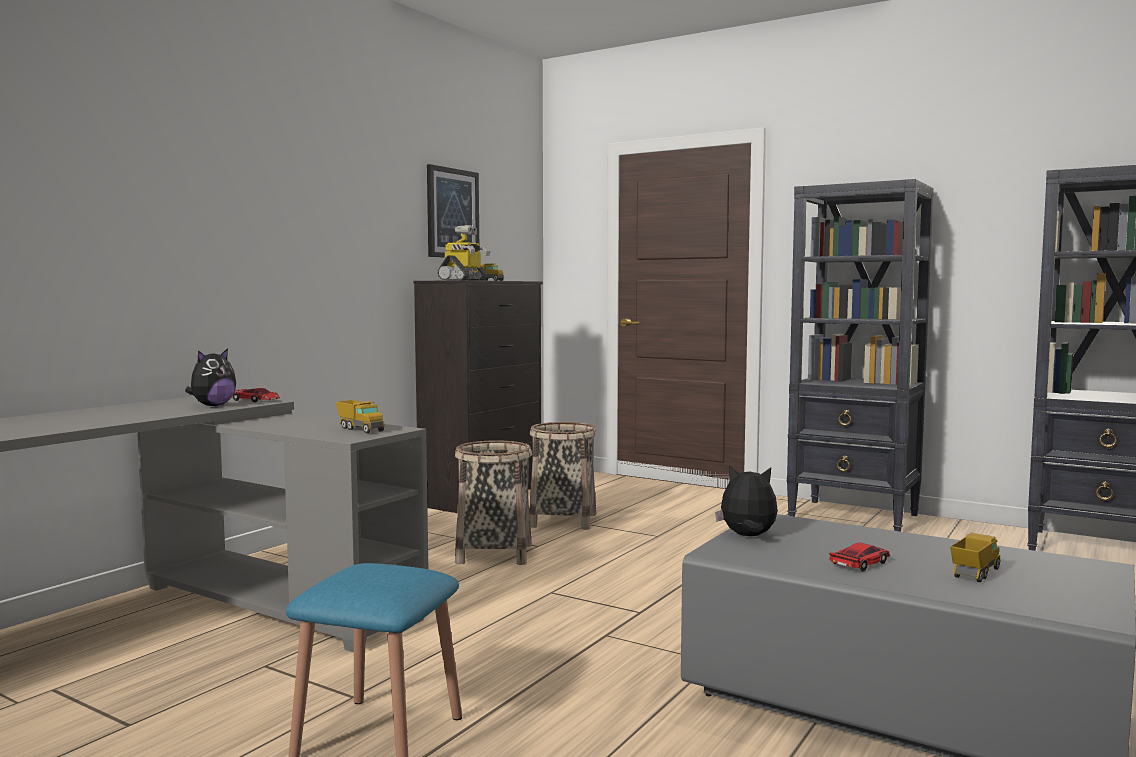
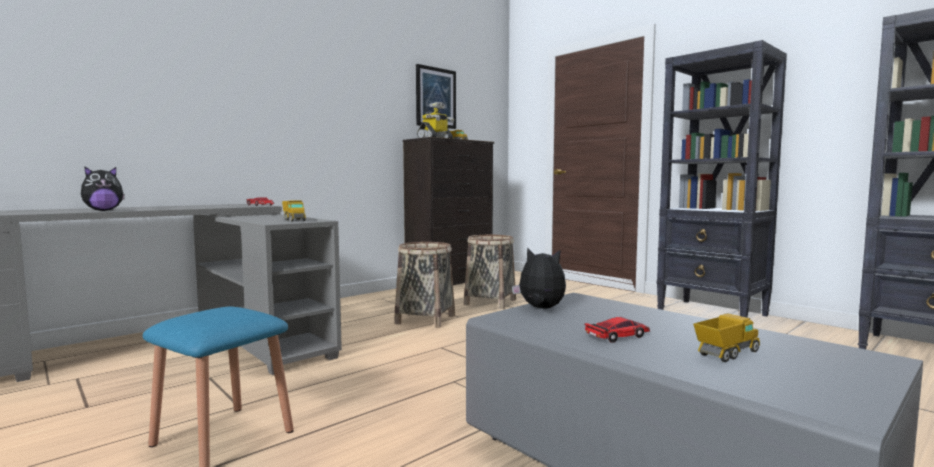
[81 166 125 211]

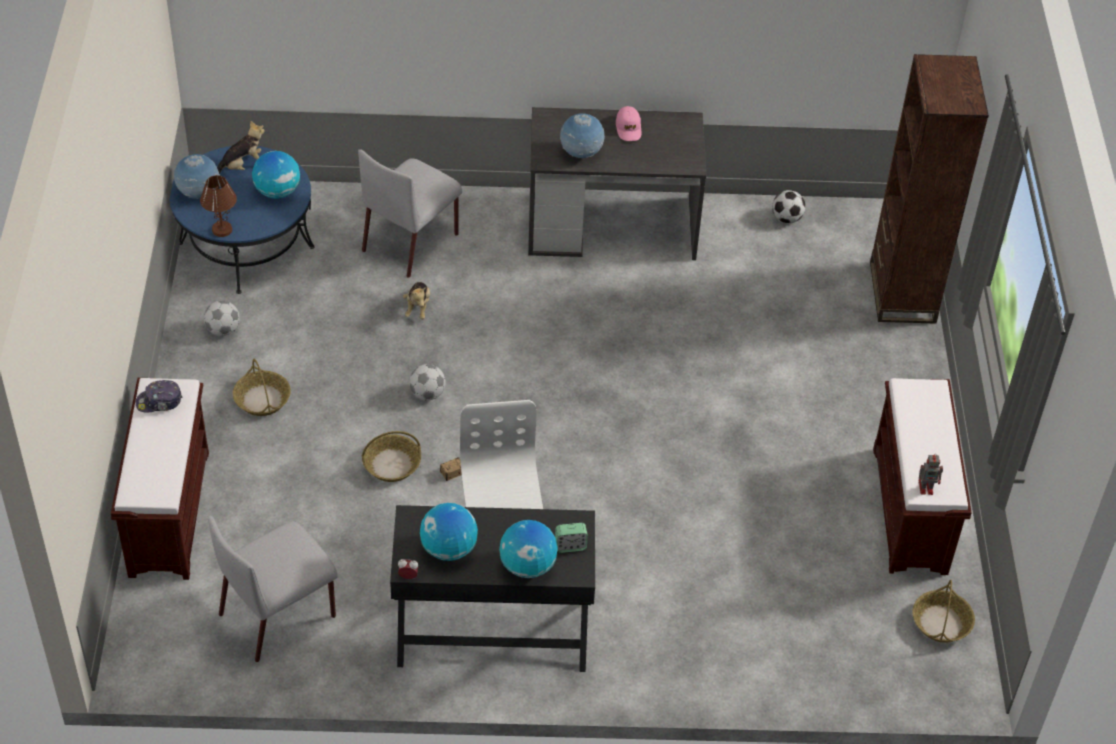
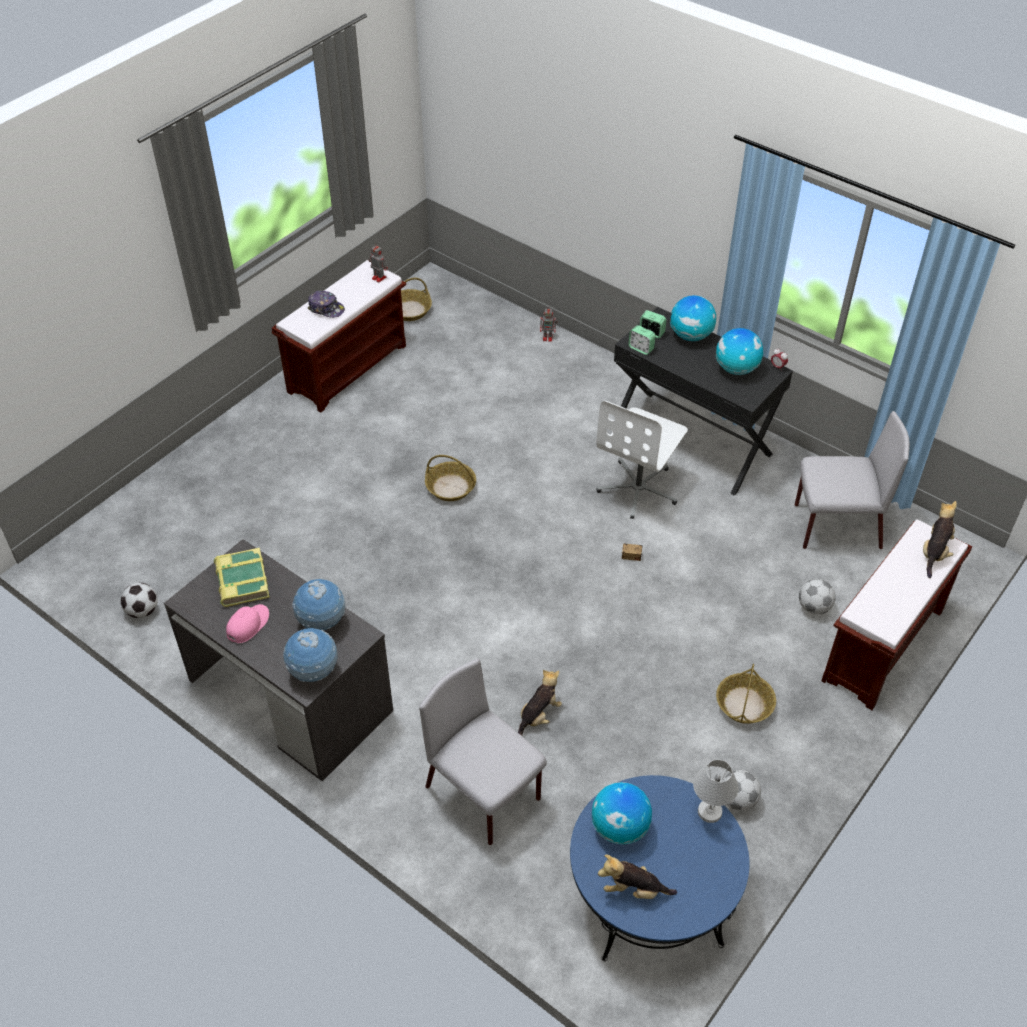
[308 291 345 318]
[283 628 338 682]
[693 760 739 823]
[419 659 547 845]
[425 455 476 501]
[799 579 836 615]
[870 54 989 324] (first image)
[213 548 270 607]
[540 307 558 342]
[628 325 656 355]
[923 501 957 578]

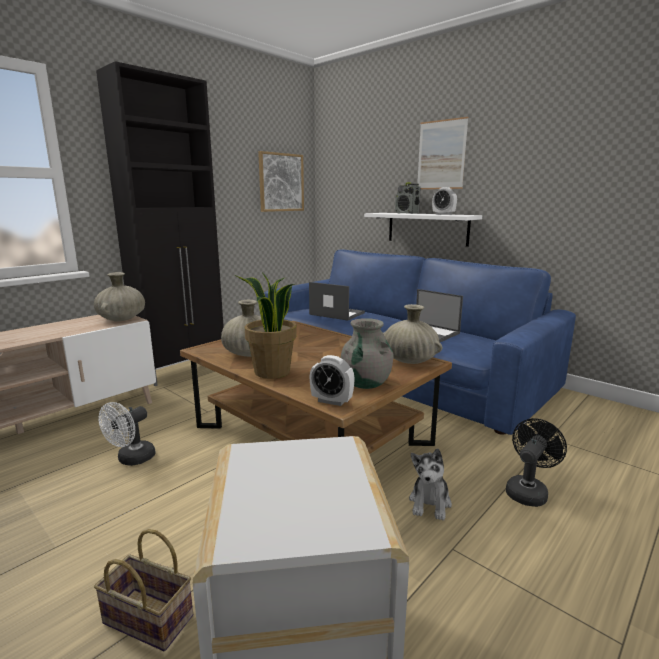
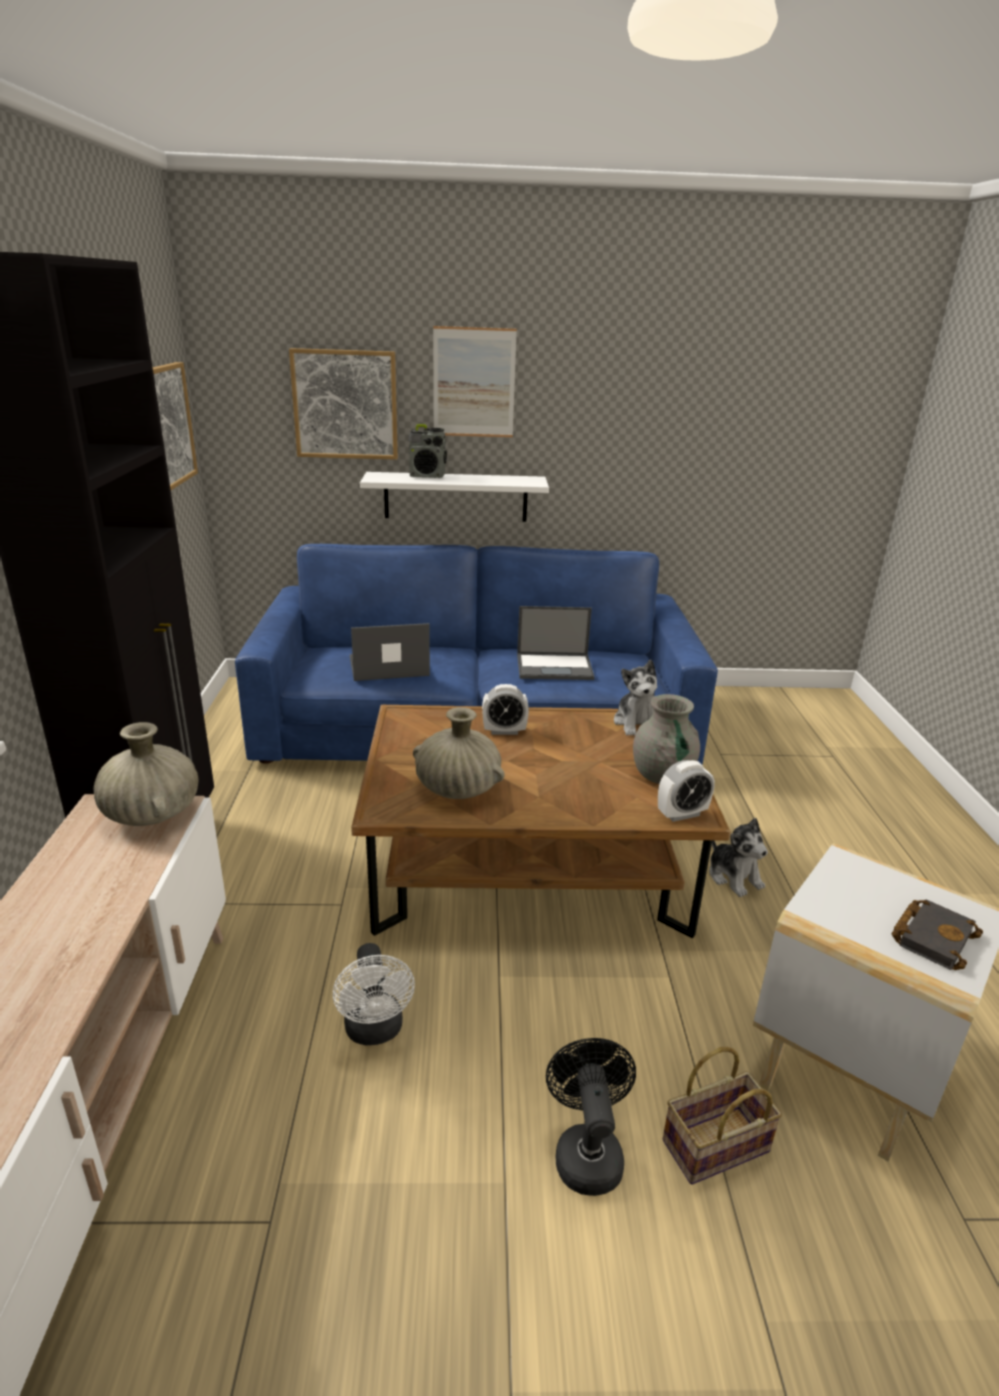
[235 272 297 379] (first image)
[614 660 657 736]
[482 684 529 735]
[546 1038 636 1196]
[289 348 398 460]
[892 900 983 970]

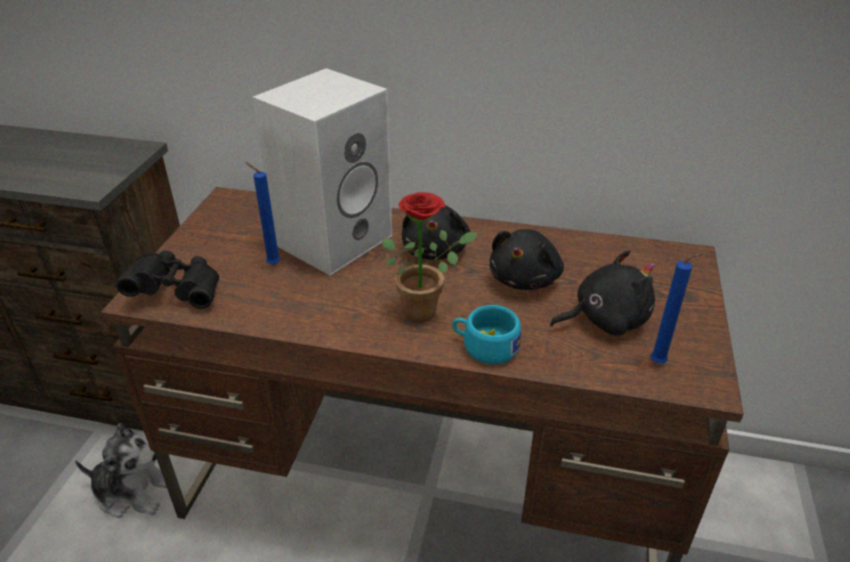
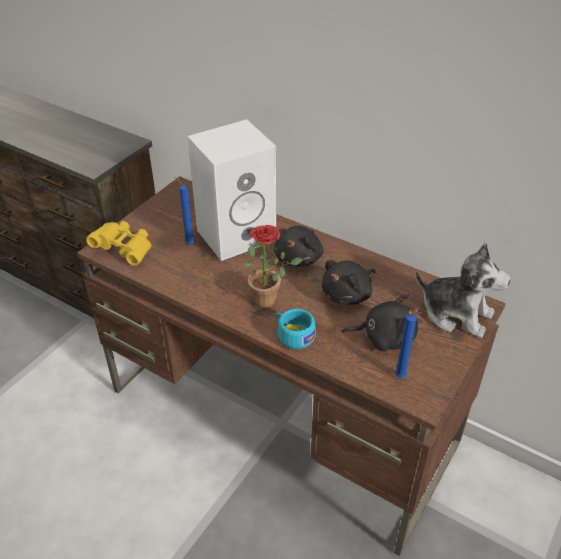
[416 243 510 338]
[86 221 151 266]

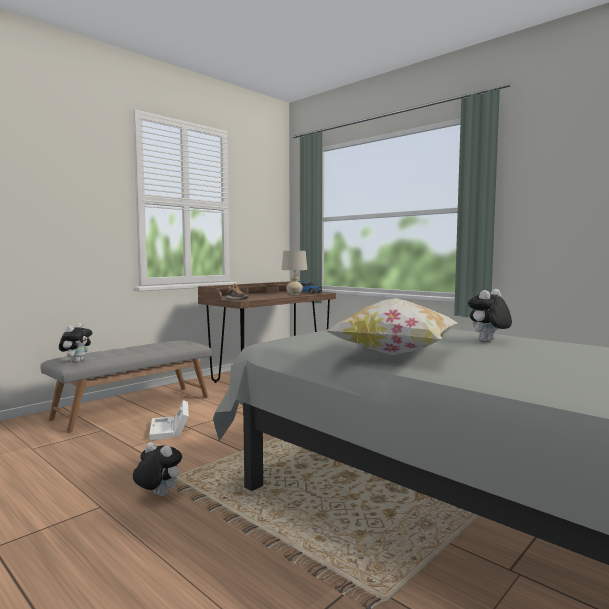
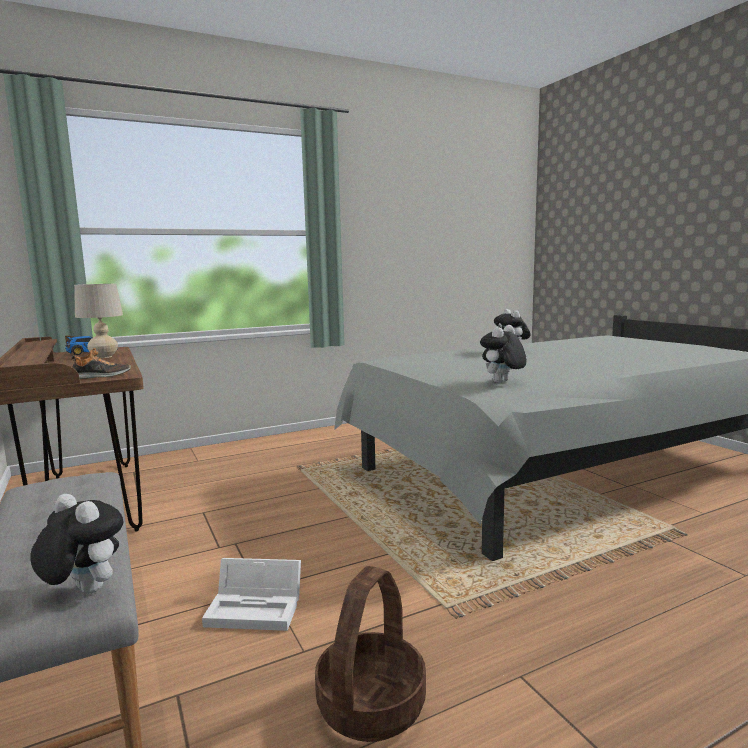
[480 325 527 383]
[325 298 457 355] (first image)
[315 566 426 742]

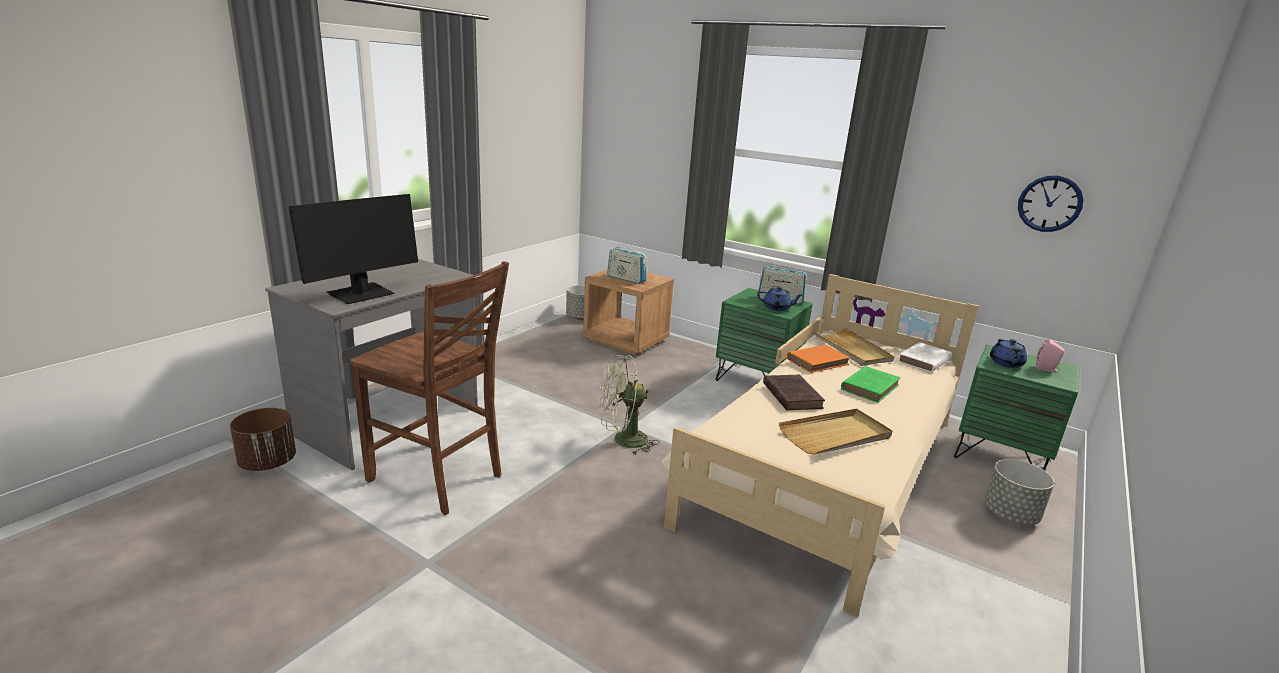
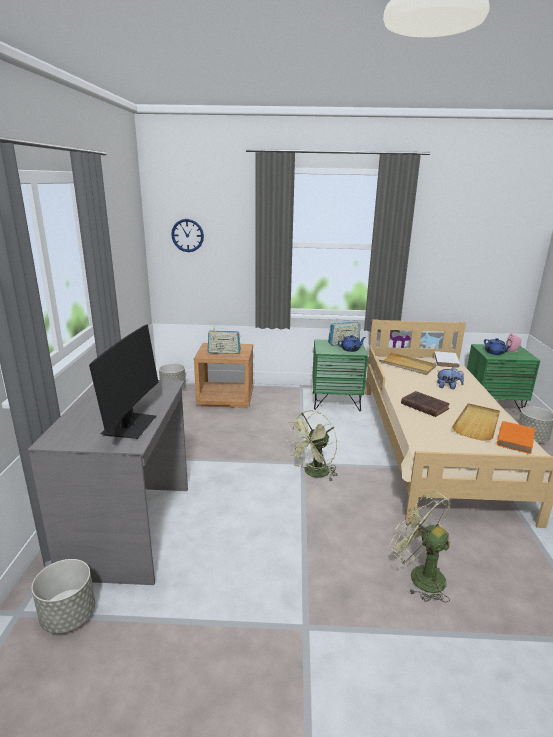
[32 559 95 634]
[350 261 509 515] (first image)
[497 421 535 454]
[437 367 464 389]
[171 219 204 252]
[390 491 451 603]

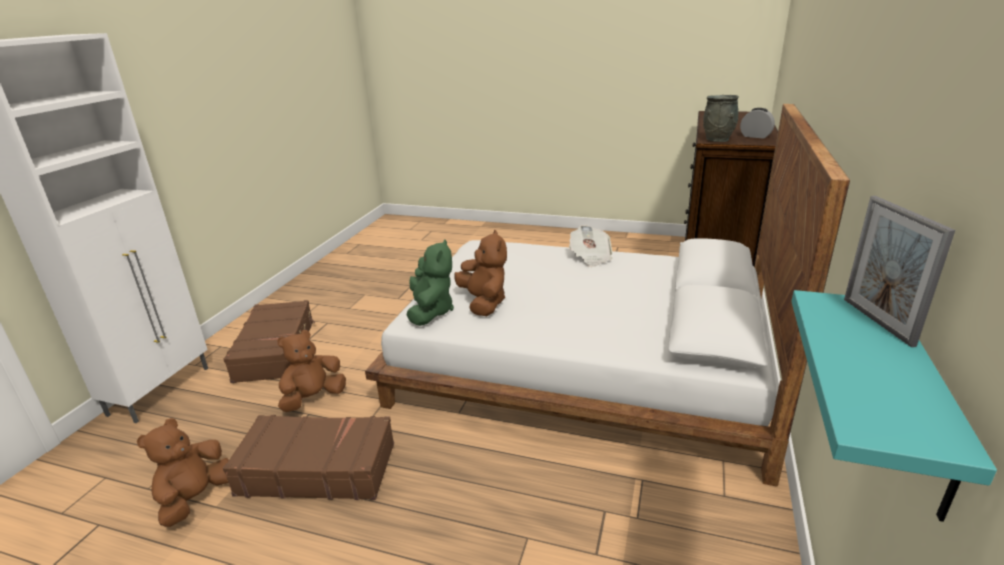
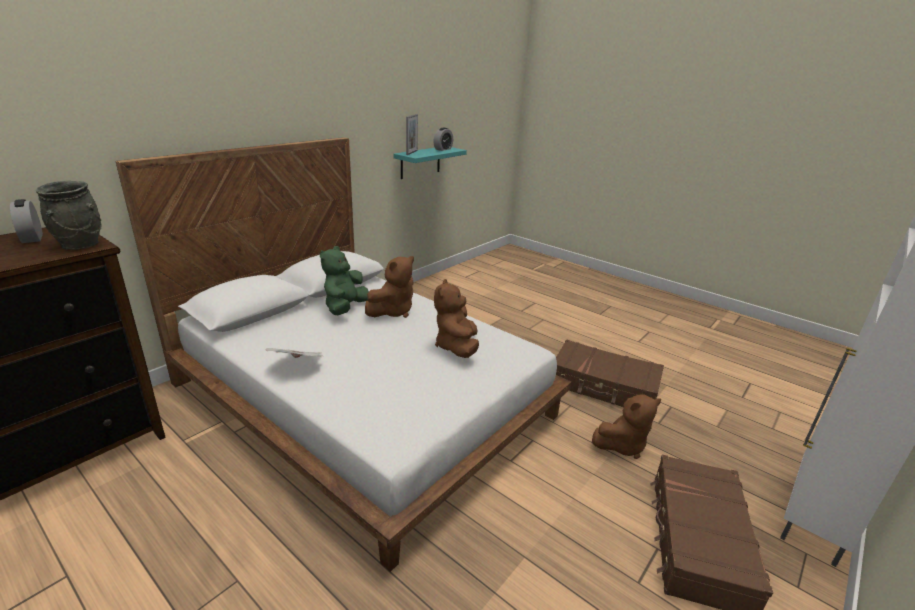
[365 256 414 318]
[320 246 369 315]
[433 127 453 151]

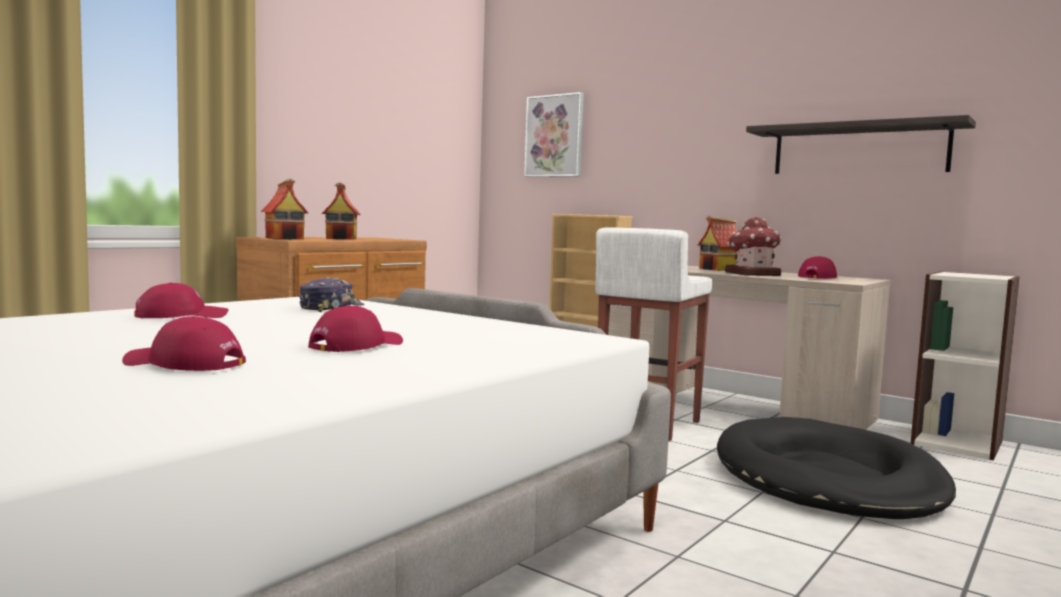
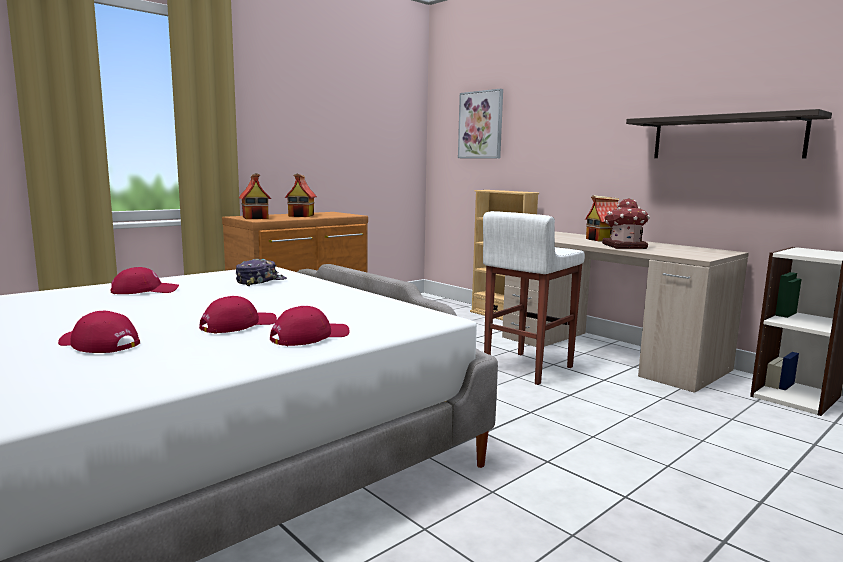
[717 417 956 519] (first image)
[270 306 350 346]

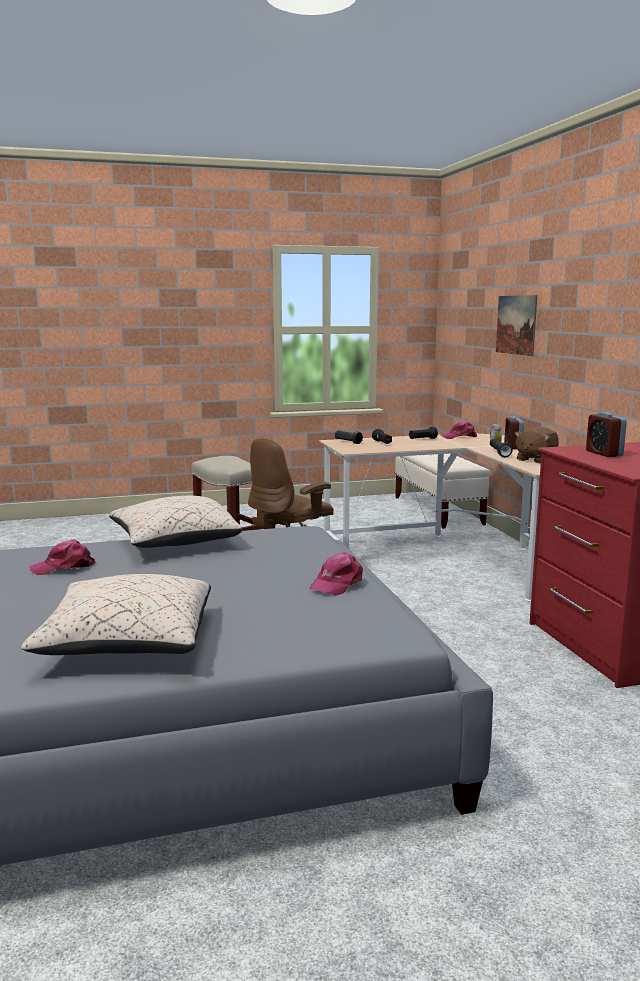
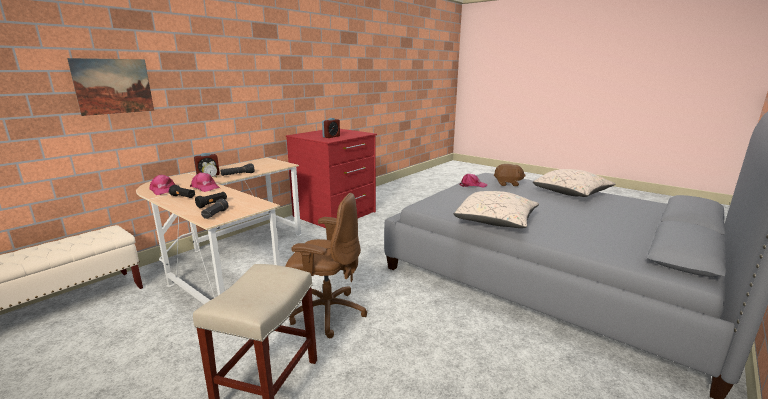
[190 172 220 192]
[494 164 526 186]

